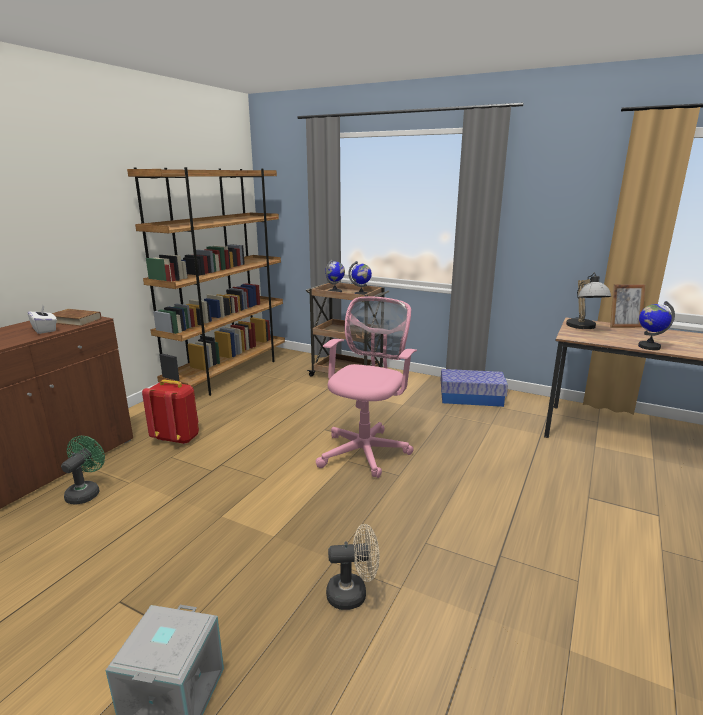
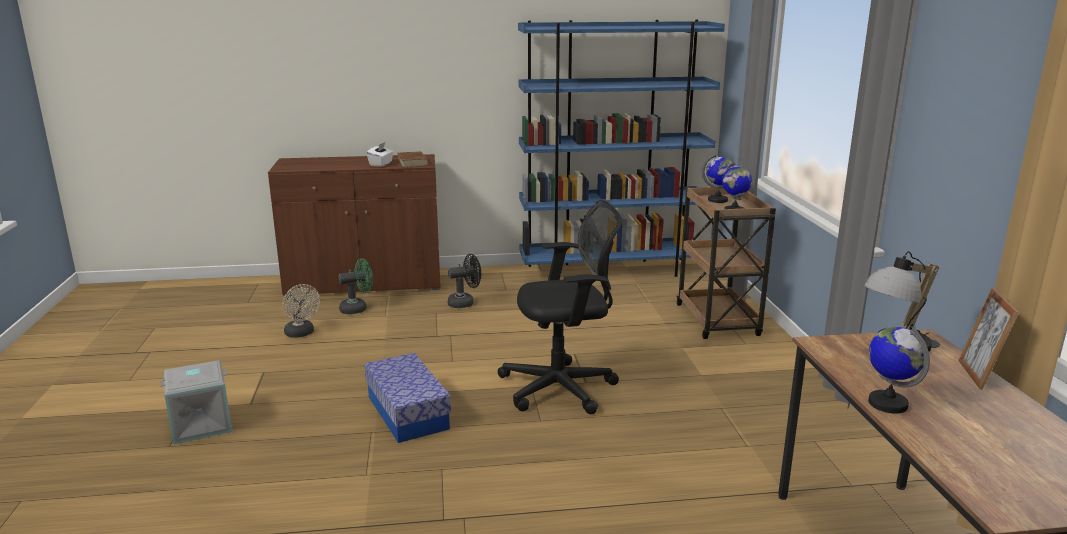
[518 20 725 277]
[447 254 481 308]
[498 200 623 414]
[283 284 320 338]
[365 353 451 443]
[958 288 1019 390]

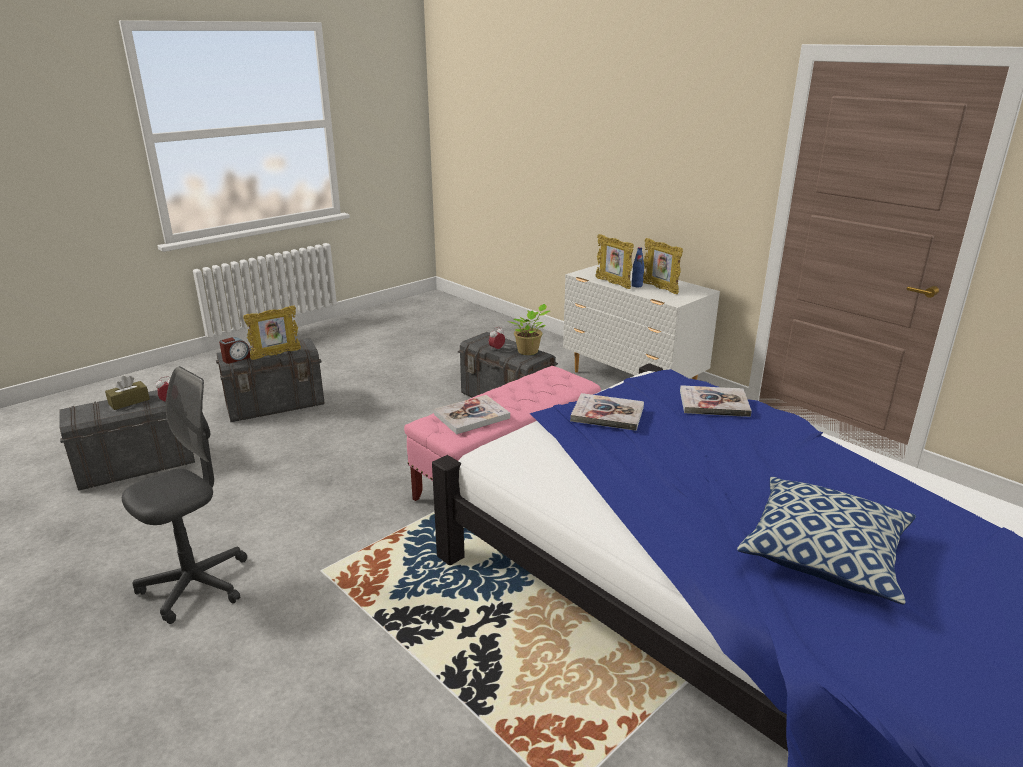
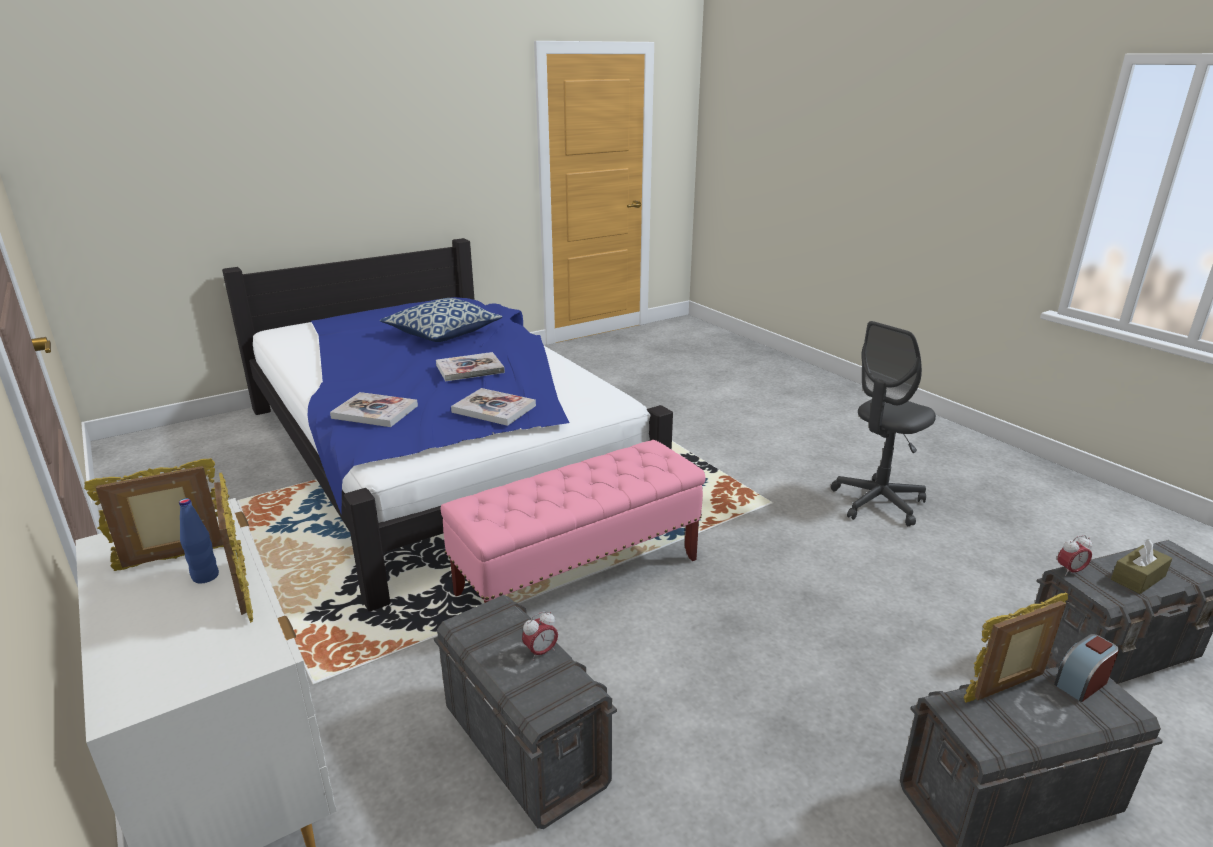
[436 352 505 382]
[510 304 550 355] (first image)
[84 458 224 571]

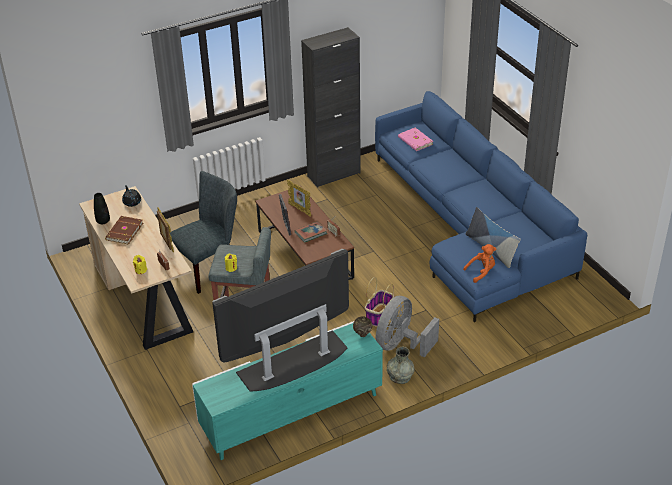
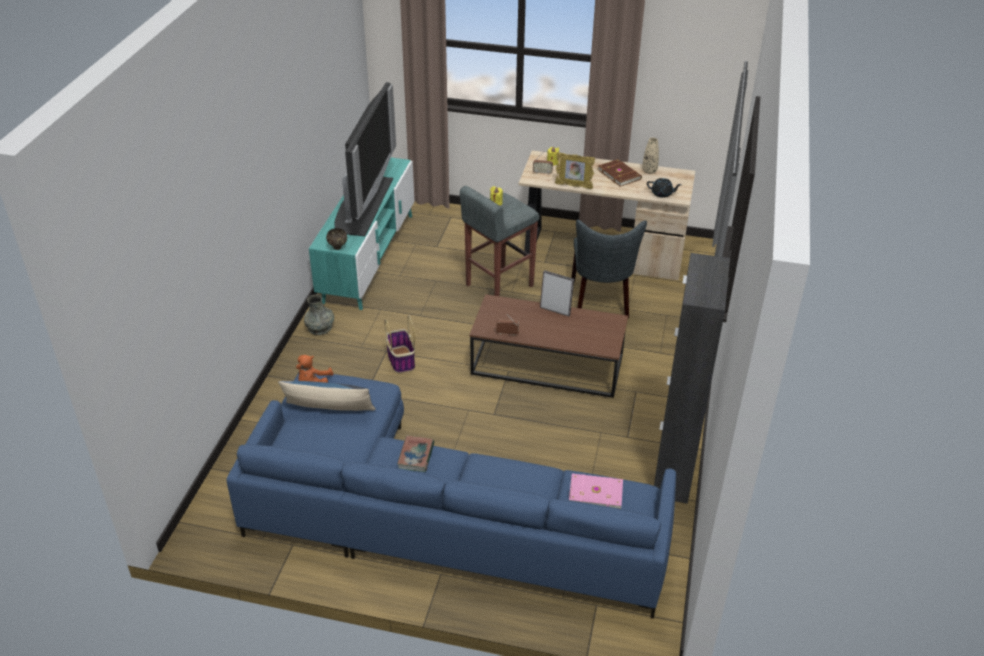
[642 137 659 174]
[287 179 311 217] (first image)
[397 436 434 472]
[376 296 439 357] (first image)

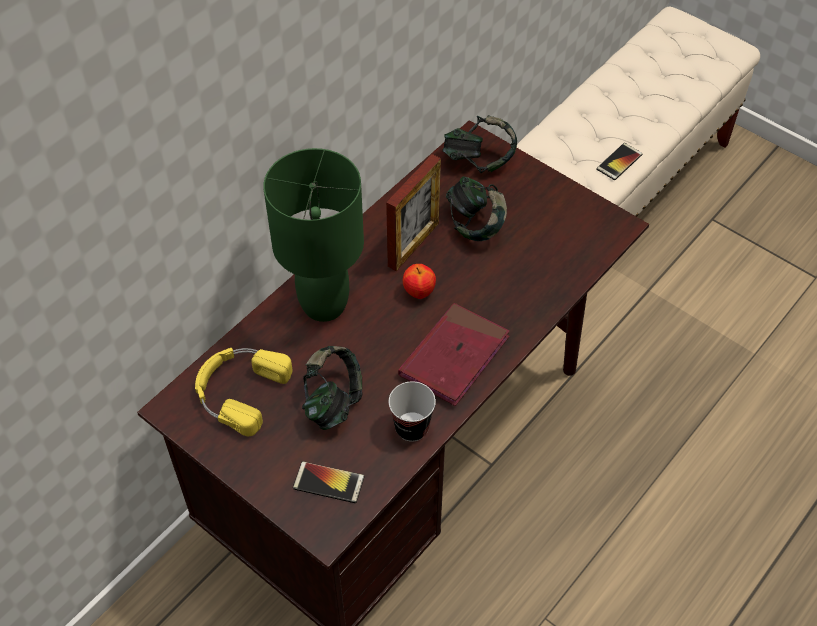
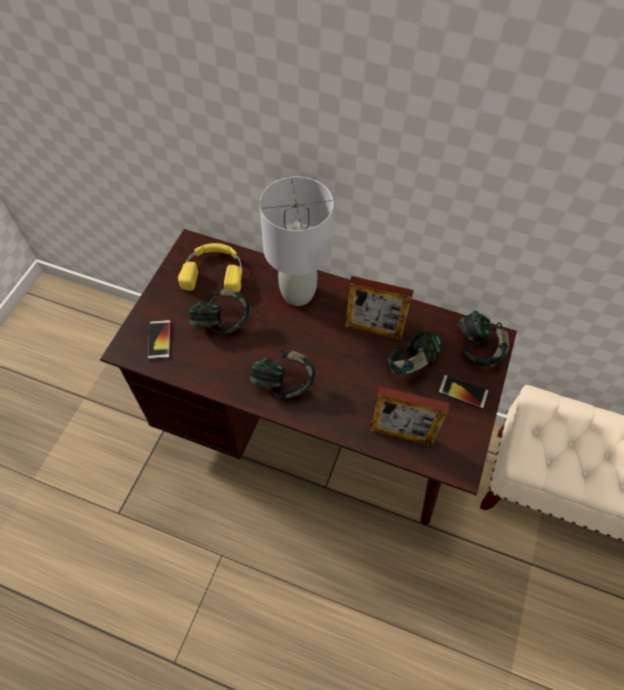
[259 176 334 306]
[389 381 436 442] (first image)
[250 350 315 400]
[403 264 436 299] (first image)
[438 375 489 409]
[369 386 450 446]

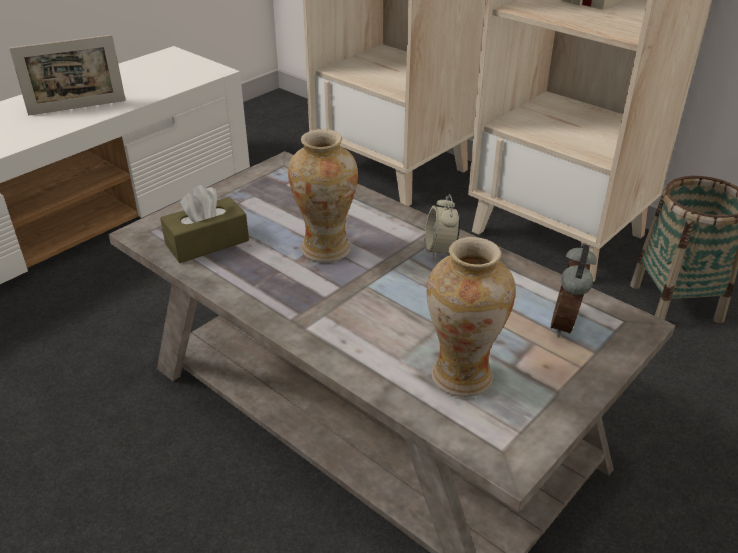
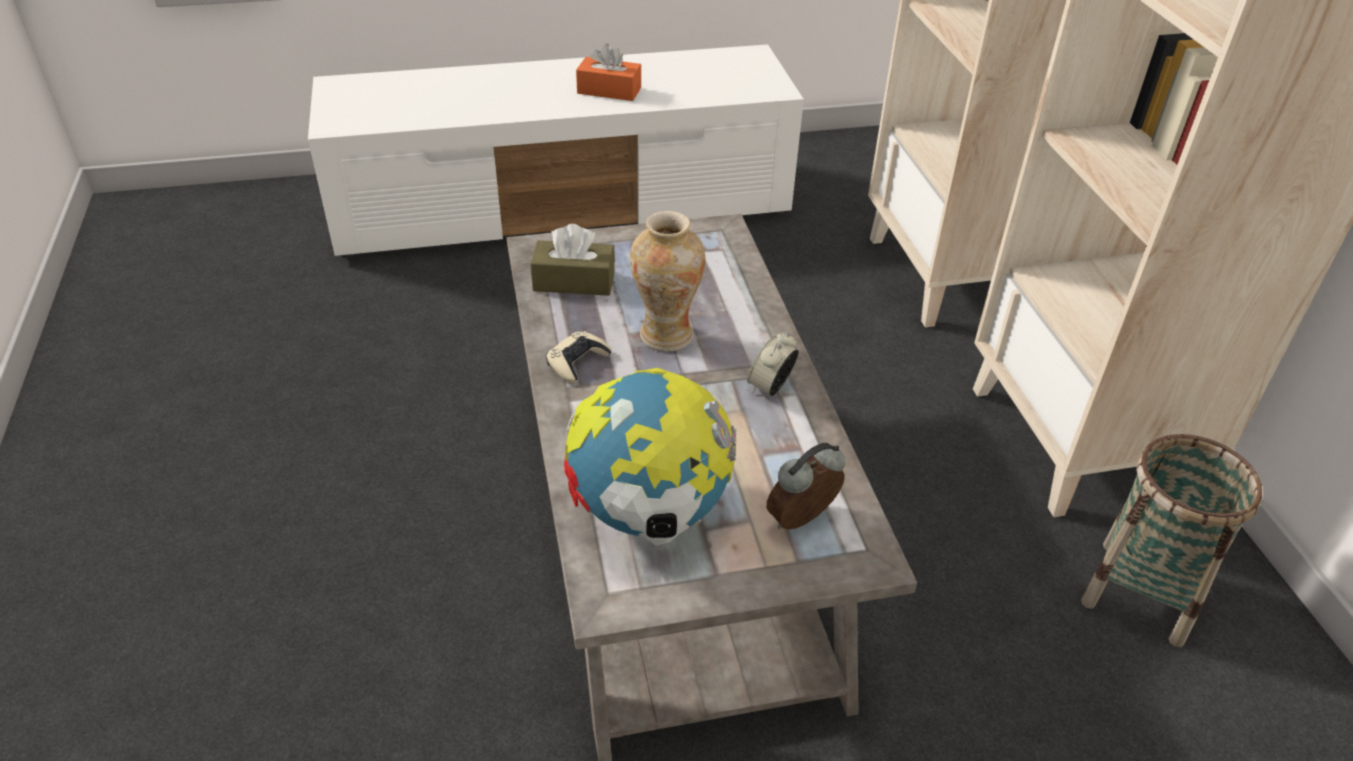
[576 43 641 101]
[564 368 736 546]
[546 331 611 383]

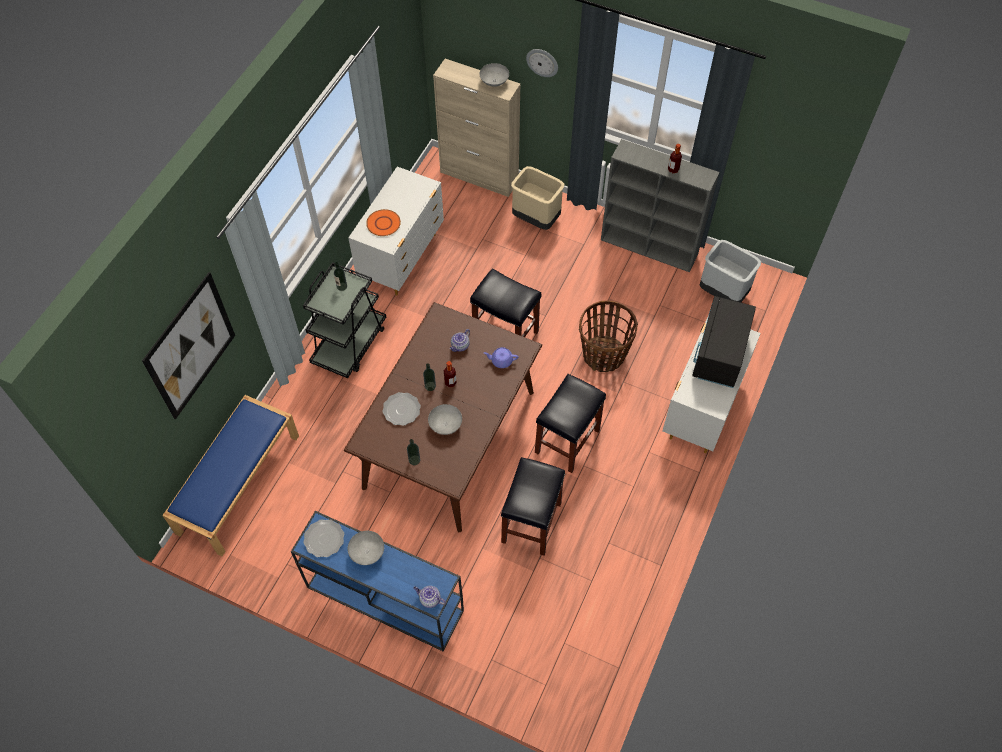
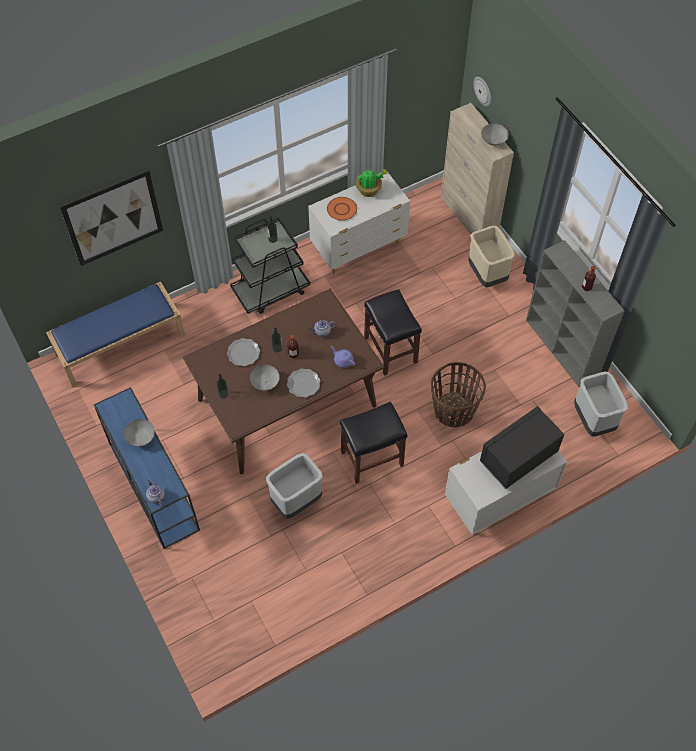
[287 368 320 398]
[266 453 323 519]
[473 77 491 107]
[356 169 388 197]

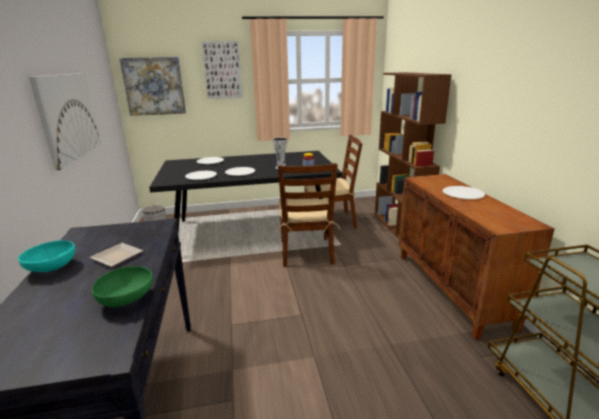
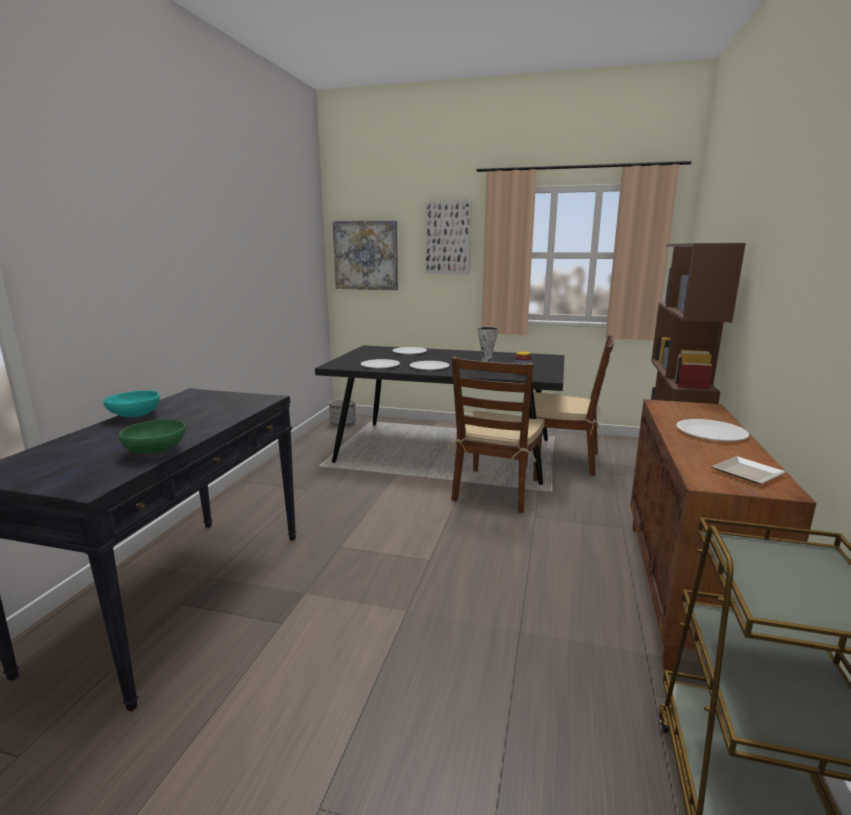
[29 73 101 170] (first image)
[711 456 786 484]

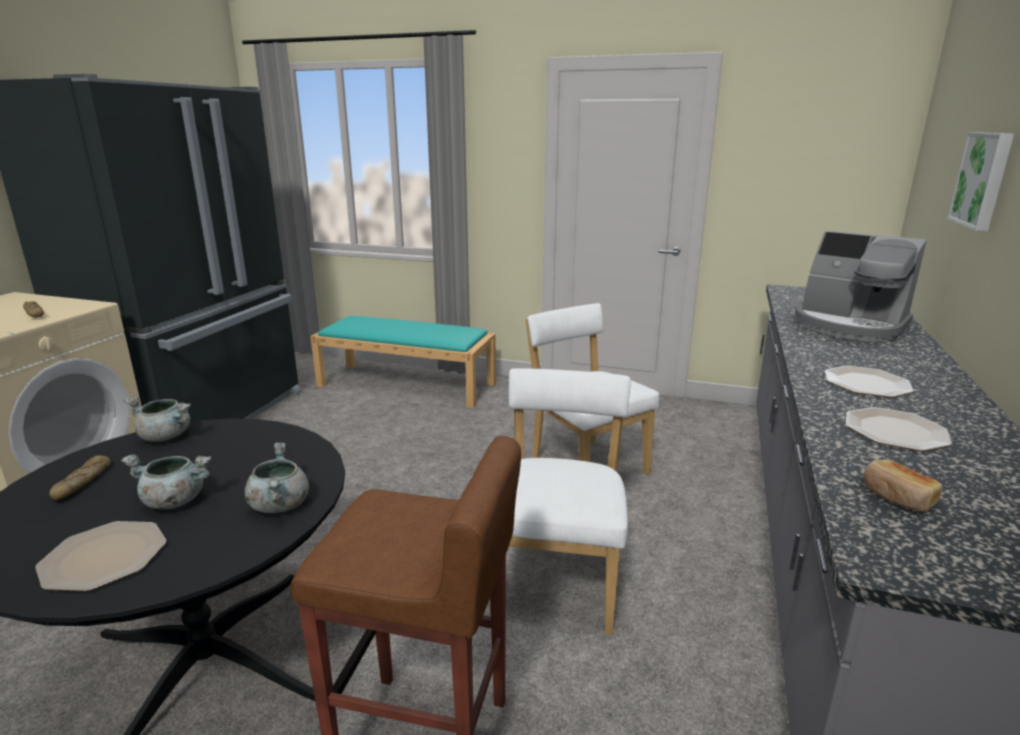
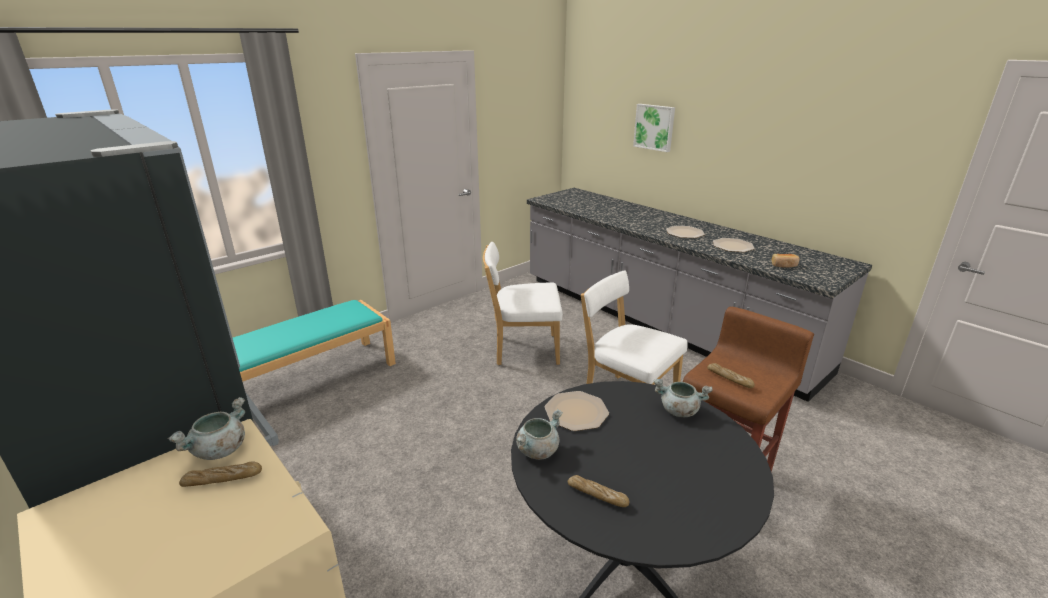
[545 391 609 431]
[168 397 245 460]
[795 231 927 342] (first image)
[707 363 755 388]

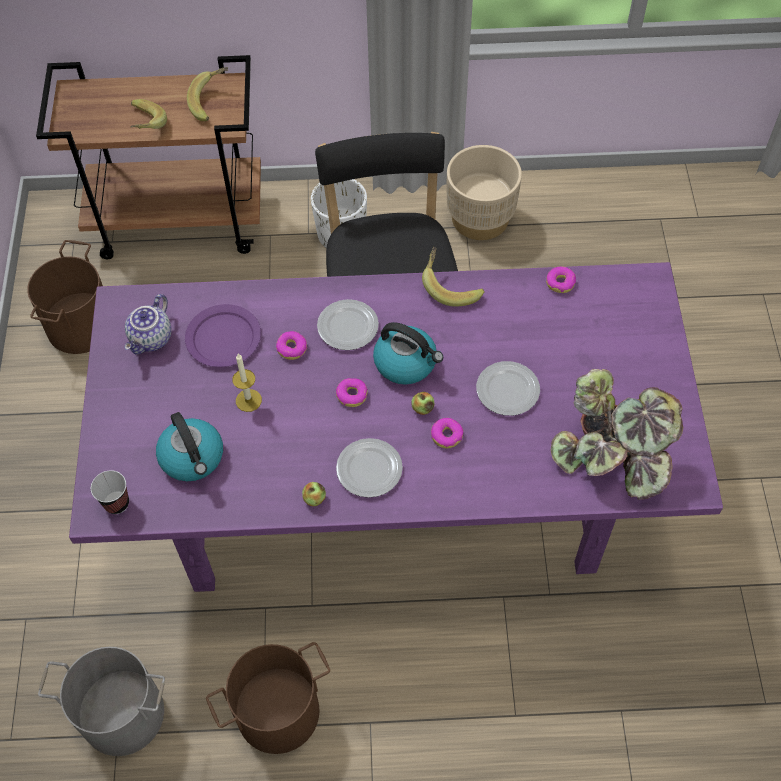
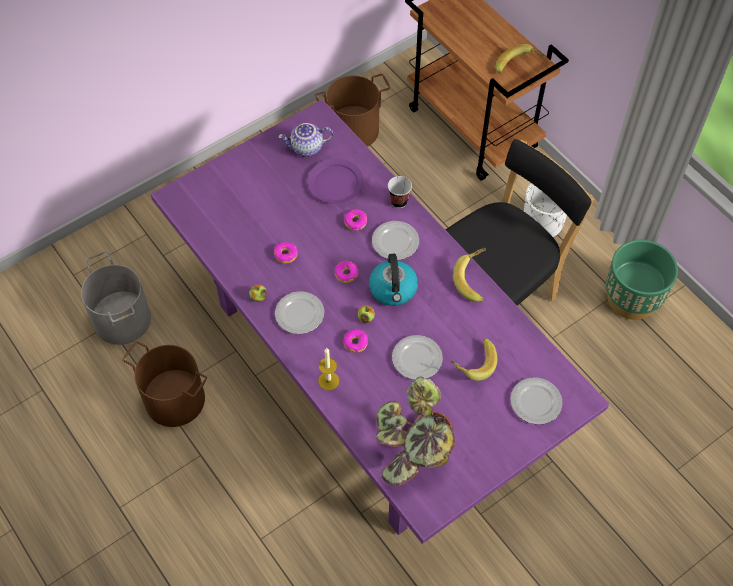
[388 176 412 208]
[451 339 497 381]
[156 412 223 481] (first image)
[318 348 339 390]
[606 240 678 320]
[274 242 298 264]
[510 377 563 424]

